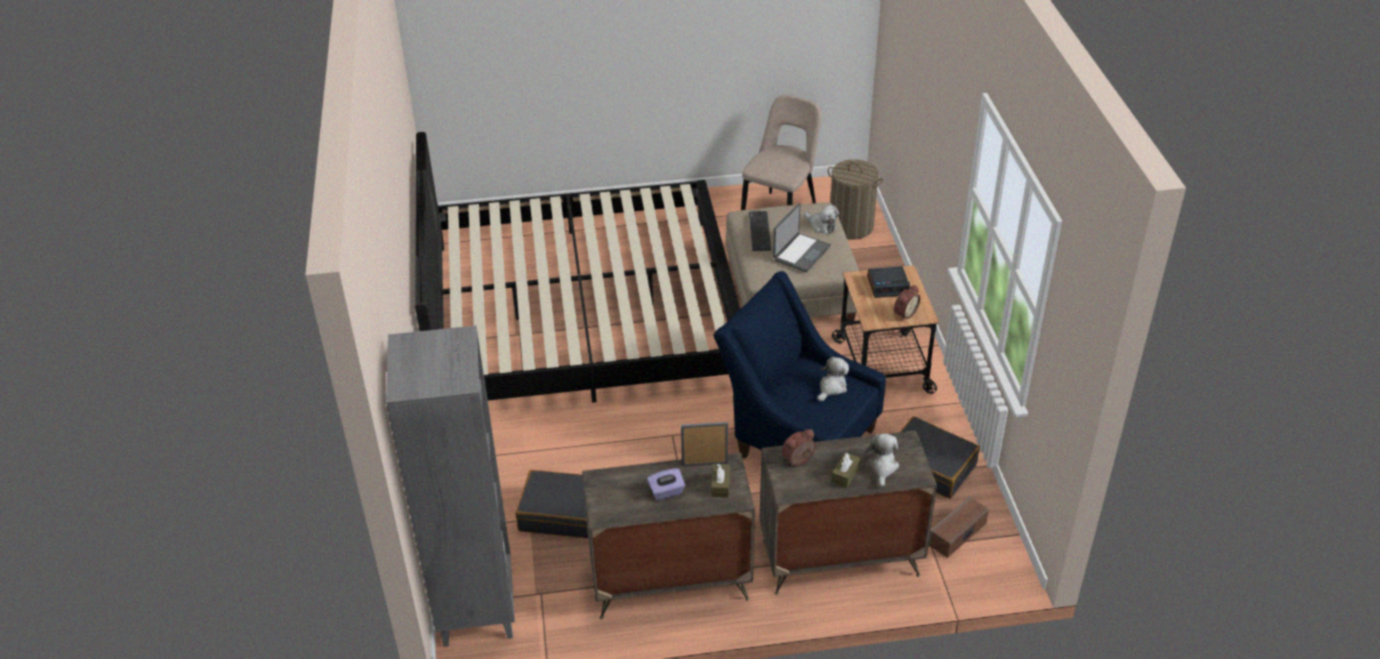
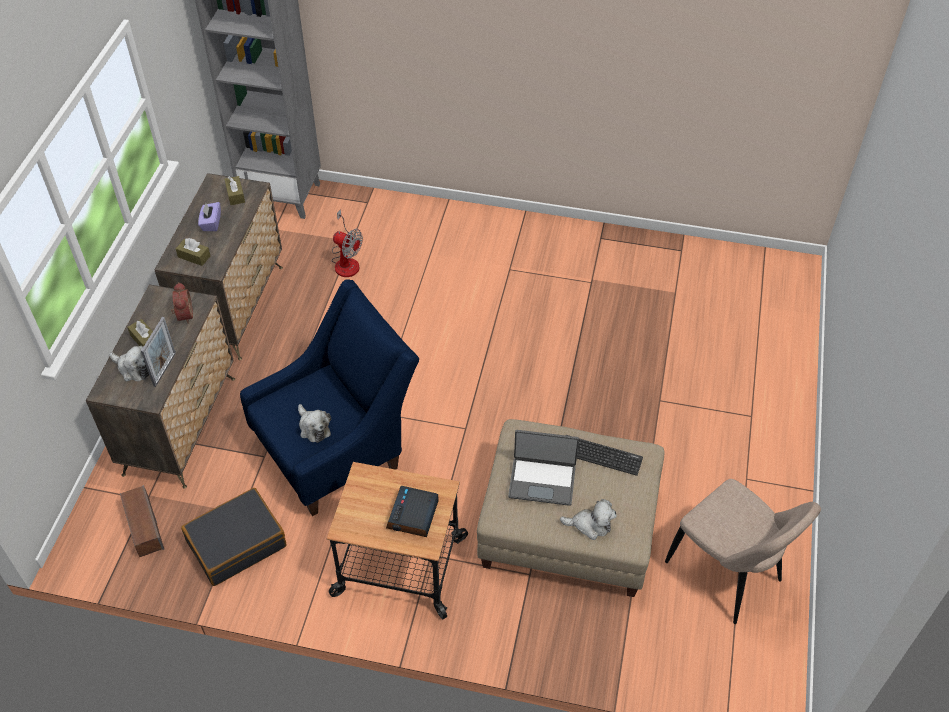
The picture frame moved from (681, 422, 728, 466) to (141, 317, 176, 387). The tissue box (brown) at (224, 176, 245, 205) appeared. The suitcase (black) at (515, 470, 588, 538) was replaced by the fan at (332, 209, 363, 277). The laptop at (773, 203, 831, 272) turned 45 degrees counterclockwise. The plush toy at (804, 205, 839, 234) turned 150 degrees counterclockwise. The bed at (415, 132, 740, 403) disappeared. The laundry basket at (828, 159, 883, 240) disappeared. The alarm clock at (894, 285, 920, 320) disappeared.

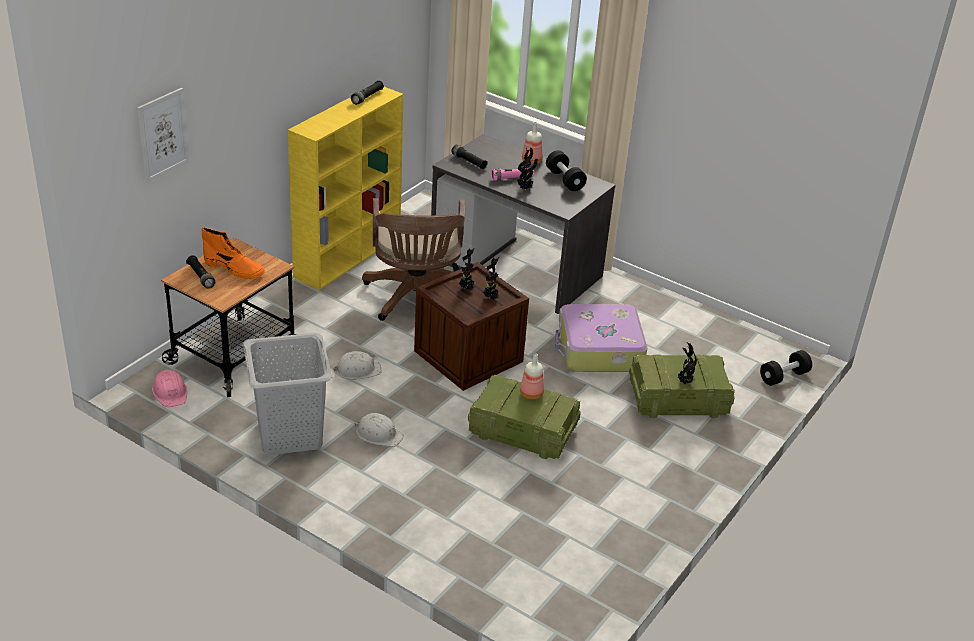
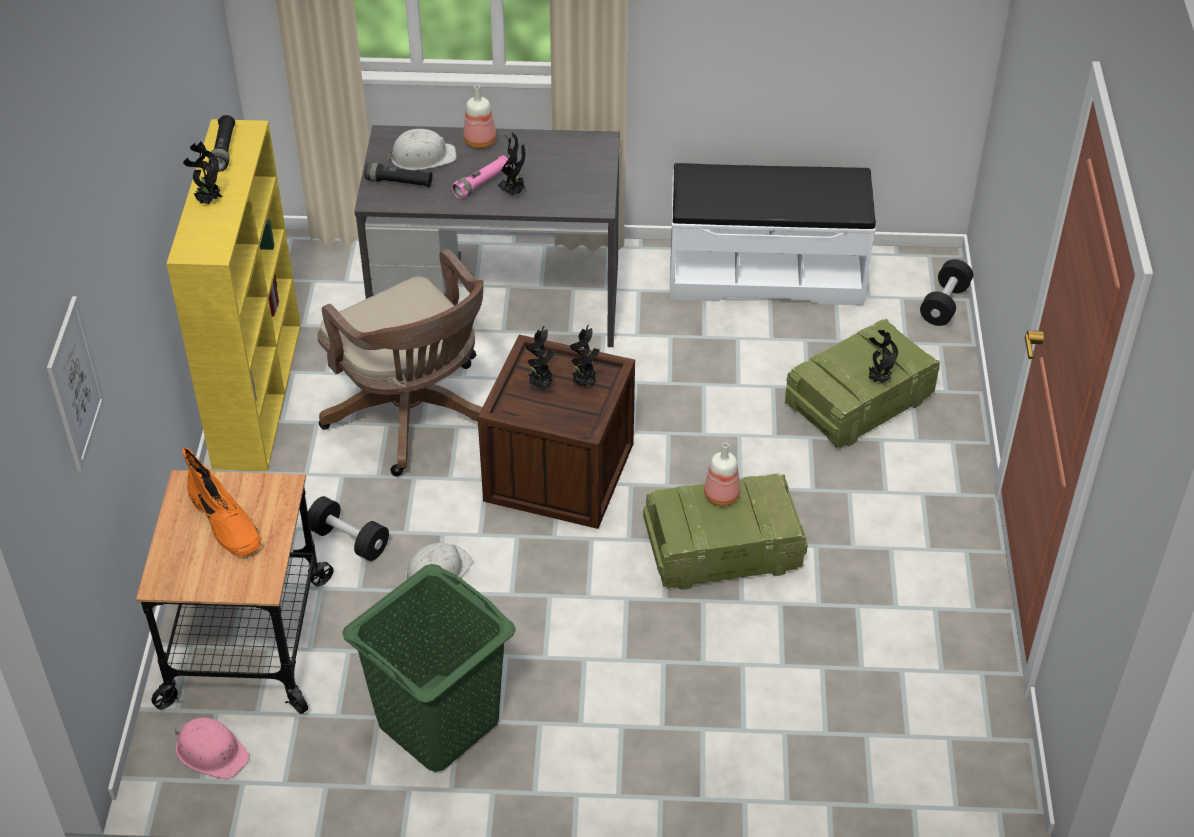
The boot (orange) at (201, 227, 265, 279) turned 60 degrees clockwise. The potted plant at (183, 142, 223, 204) appeared. The dumbbell (black) moved from (546, 150, 587, 191) to (308, 496, 389, 561). The laundry basket (grey) at (243, 333, 332, 455) became the laundry basket (green) at (342, 564, 516, 772). The hard hat (white) moved from (354, 413, 404, 447) to (386, 129, 456, 170). The bench (white) at (670, 163, 876, 306) appeared. The flashlight (black) at (186, 255, 215, 288) disappeared. The suitcase at (555, 304, 647, 372) disappeared.

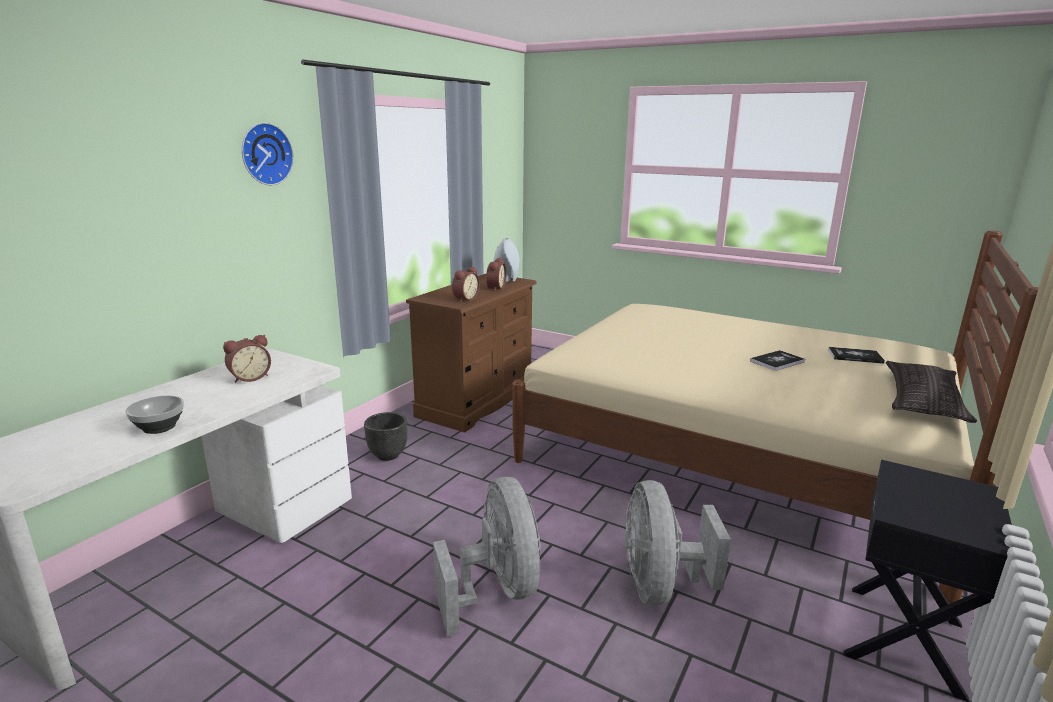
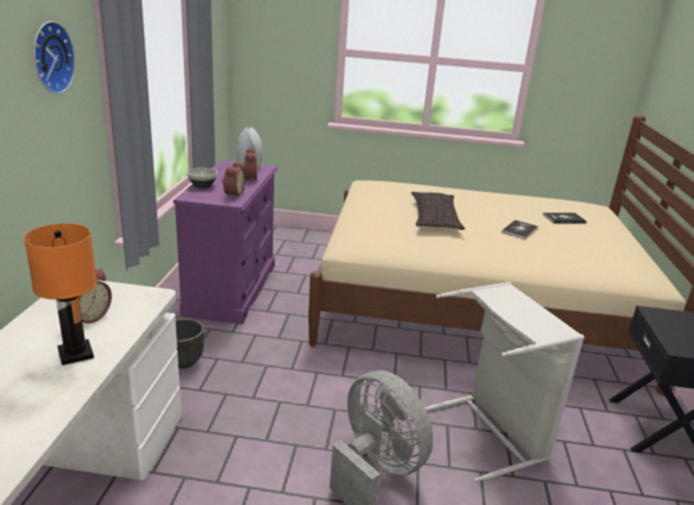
The table lamp (orange) at (24, 223, 97, 365) appeared. The dresser (brown) at (406, 273, 537, 433) became the dresser (purple) at (173, 160, 278, 324). The bowl moved from (125, 395, 184, 434) to (187, 168, 218, 189). The pillow moved from (886, 361, 977, 423) to (411, 192, 465, 230). The fan (grey) at (625, 480, 731, 606) was replaced by the laundry basket (grey) at (425, 282, 584, 482).

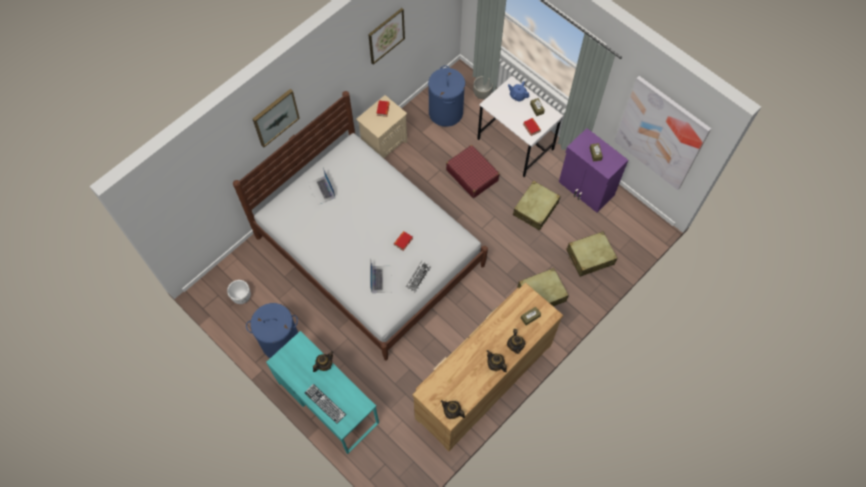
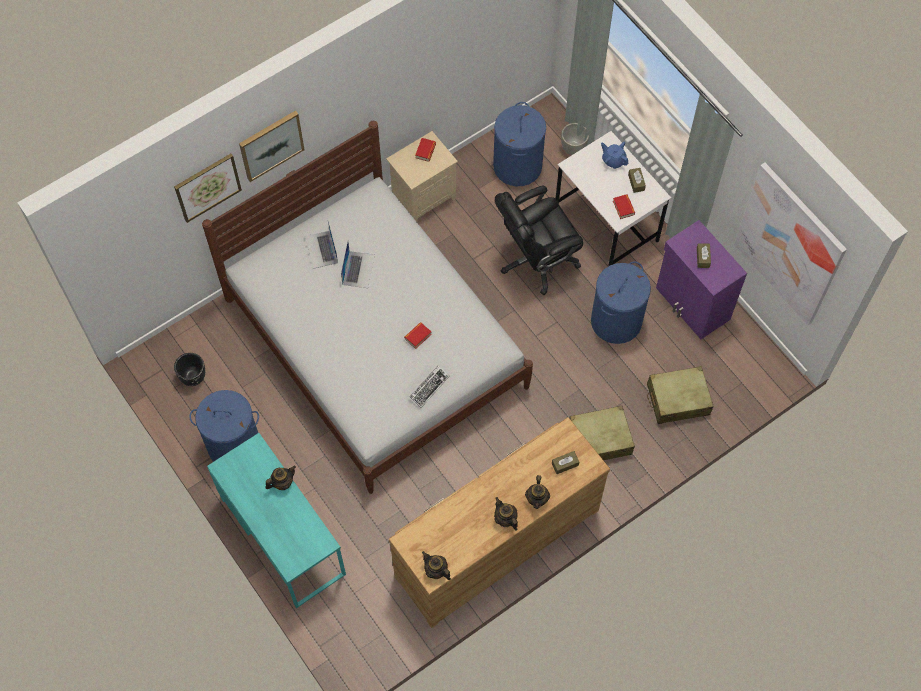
The picture moved from (368, 8, 405, 65) to (174, 154, 242, 223). The planter (white) at (227, 280, 251, 304) became the planter (black) at (174, 353, 205, 386). The laptop moved from (371, 263, 392, 293) to (341, 241, 375, 288). The suitcase (red) at (446, 145, 500, 198) was replaced by the office chair (black) at (495, 185, 583, 295). The suitcase (beige) at (513, 181, 560, 231) was replaced by the laundry basket (blue) at (591, 261, 651, 344). The keyboard at (304, 384, 346, 424) disappeared.

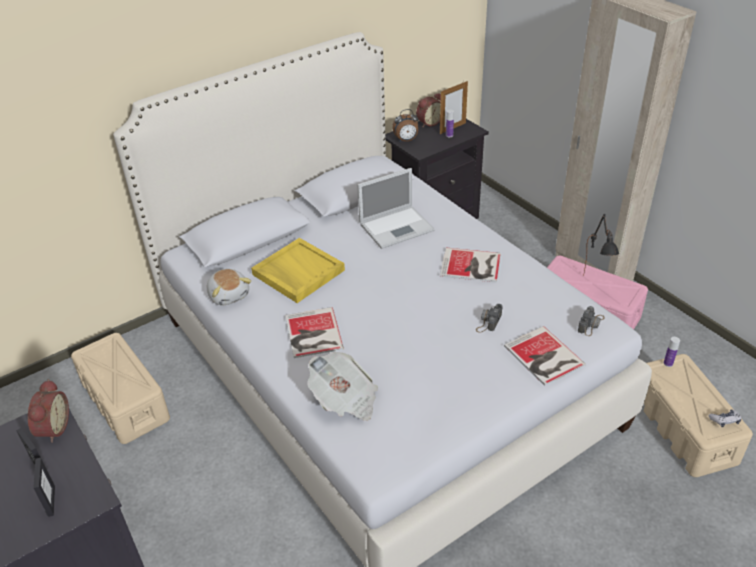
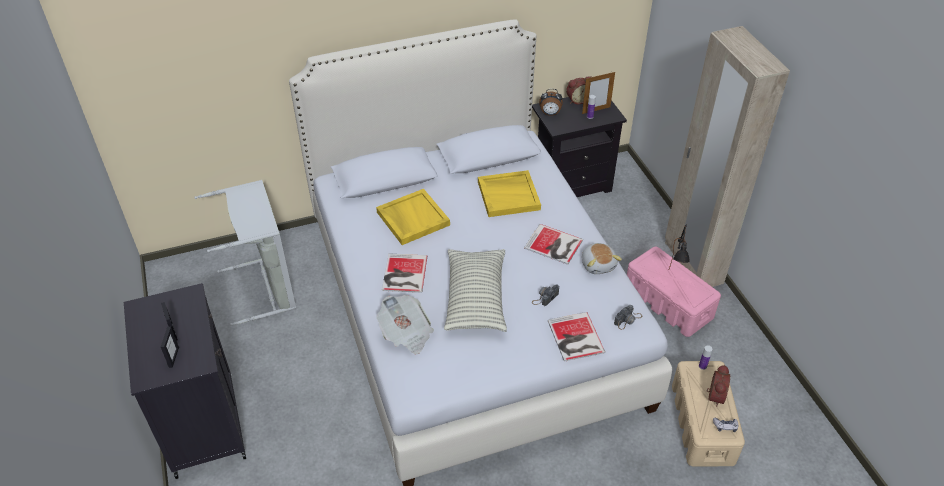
The storage box (beige) at (71, 333, 170, 444) was replaced by the laundry basket (grey) at (194, 180, 296, 326). The pillow at (444, 249, 507, 332) appeared. The laptop at (357, 168, 434, 249) was replaced by the tray (yellow) at (478, 170, 541, 217). The plush toy moved from (207, 269, 251, 305) to (582, 243, 622, 274). The alarm clock moved from (28, 379, 69, 443) to (707, 365, 730, 406).

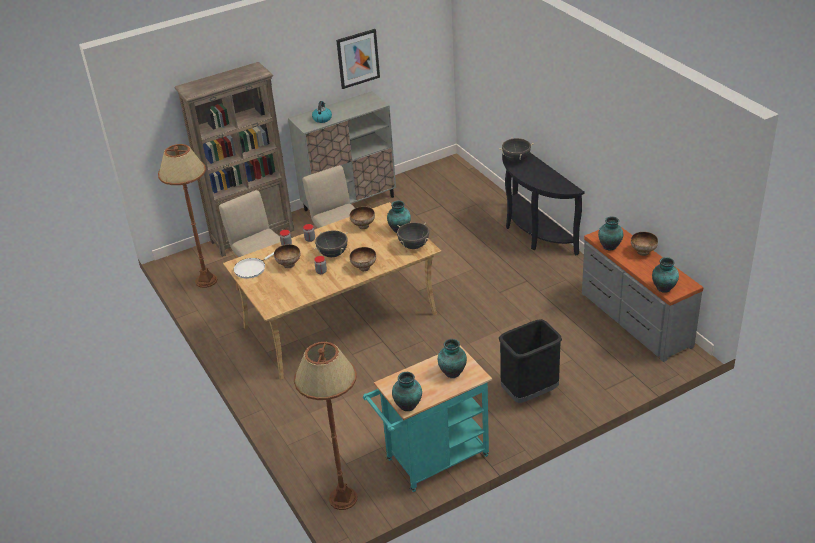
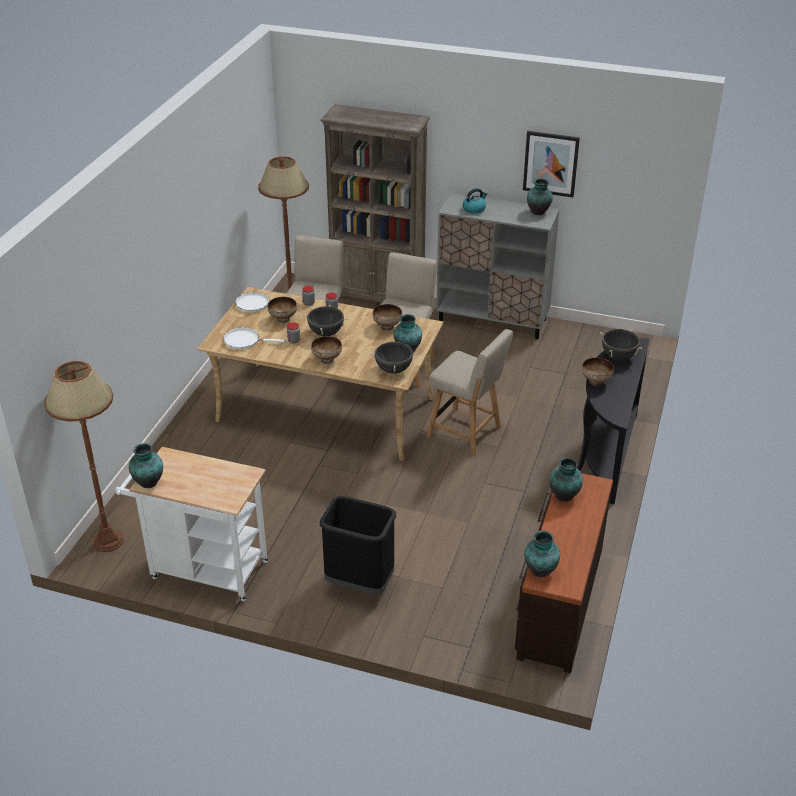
The cart (turquoise) at (363, 345, 492, 492) became the cart (white) at (115, 447, 268, 602). The frying pan (white) at (223, 327, 285, 349) appeared. The chair (beige) at (427, 329, 513, 456) appeared. The dresser (grey) at (582, 226, 704, 362) became the dresser (brown) at (515, 473, 613, 673). The vase moved from (438, 339, 467, 378) to (527, 178, 553, 215). The bowl moved from (631, 232, 658, 256) to (582, 357, 614, 386).

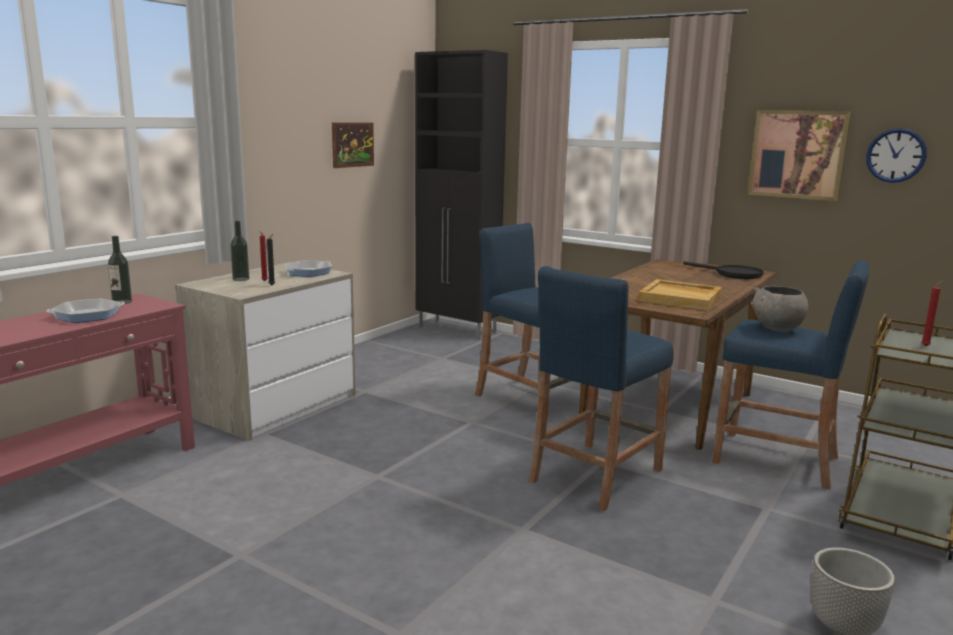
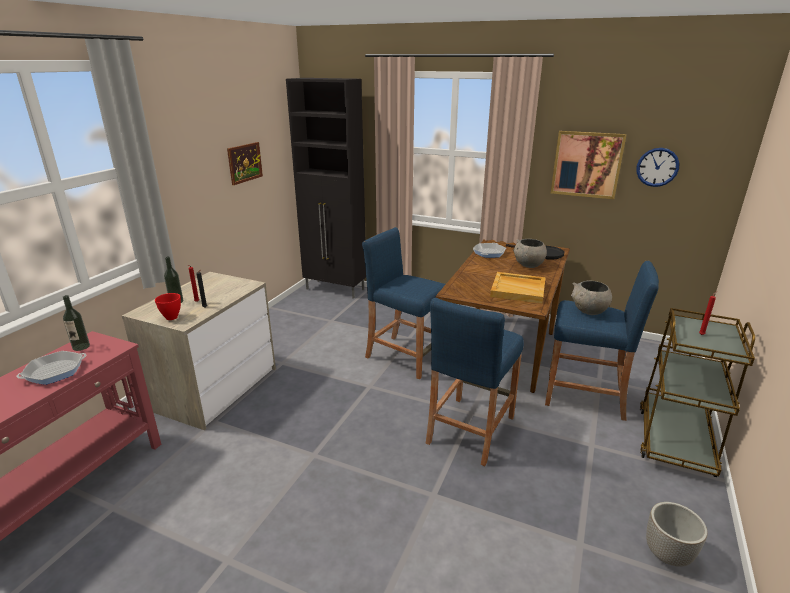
The bowl (red) at (155, 293, 181, 320) appeared. The frying pan moved from (285, 260, 332, 277) to (473, 243, 506, 258). The bowl (grey) at (513, 239, 547, 268) appeared.

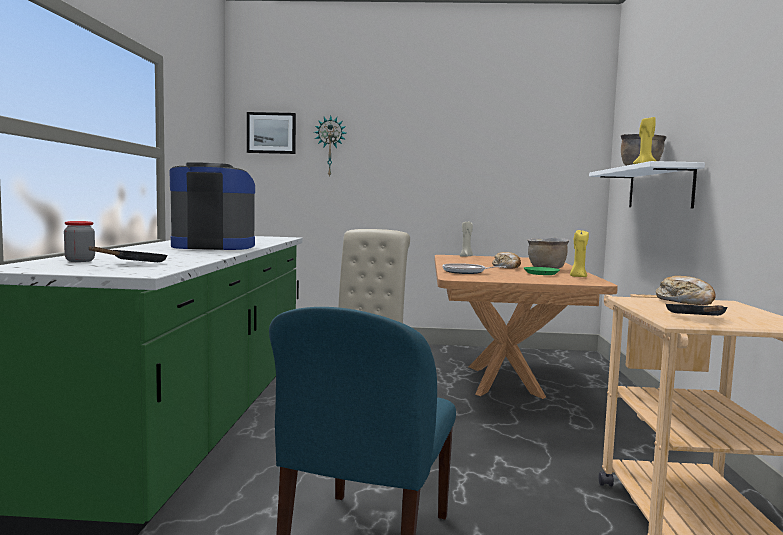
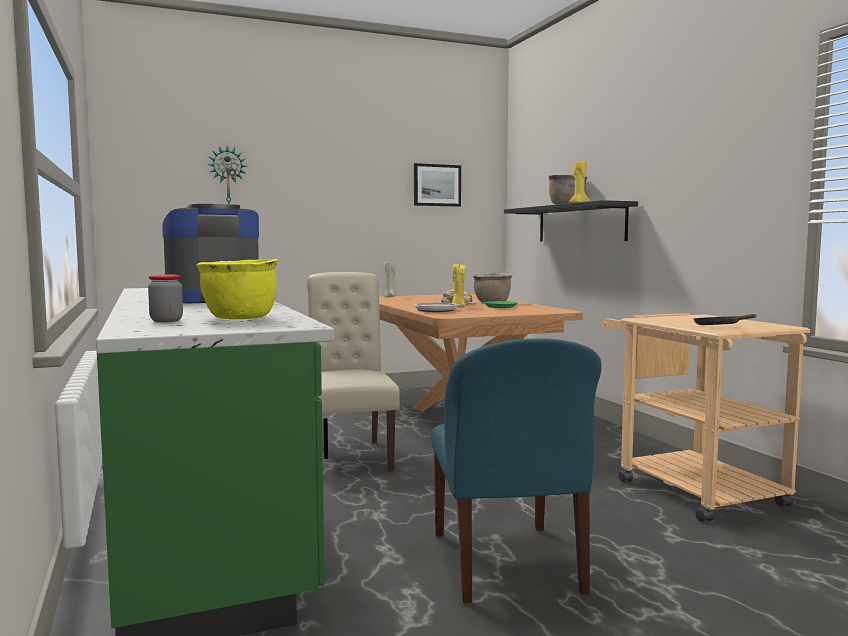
The frying pan (black) at (89, 246, 167, 262) was replaced by the cooking pot (yellow) at (196, 259, 278, 319). The picture moved from (247, 112, 296, 154) to (414, 163, 461, 207). The candle (yellow) moved from (570, 230, 589, 277) to (452, 264, 466, 307). The shelf (white) at (589, 161, 705, 209) became the shelf (black) at (504, 200, 638, 241). The bread at (656, 276, 716, 305) disappeared.

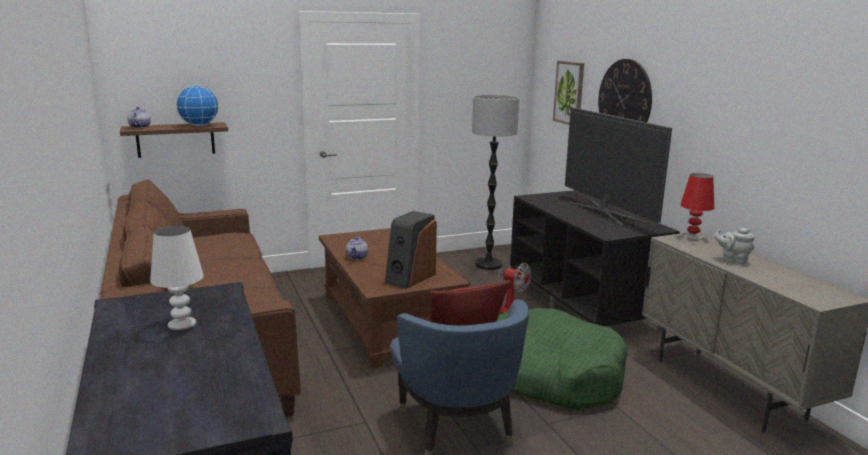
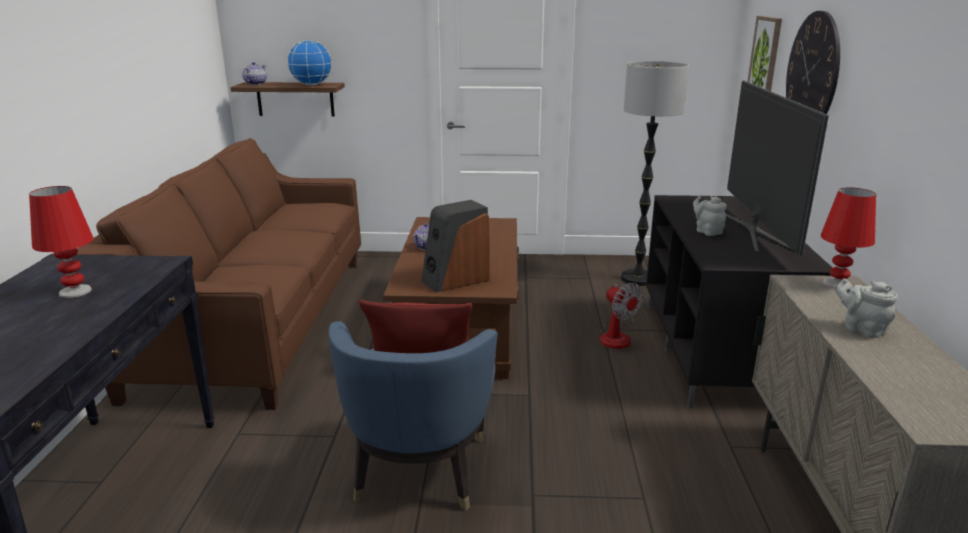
The table lamp (white) at (150, 226, 203, 330) became the table lamp (red) at (29, 186, 94, 298). The teapot (grey) at (693, 196, 727, 236) appeared. The dog bed (green) at (497, 308, 628, 410) disappeared.

